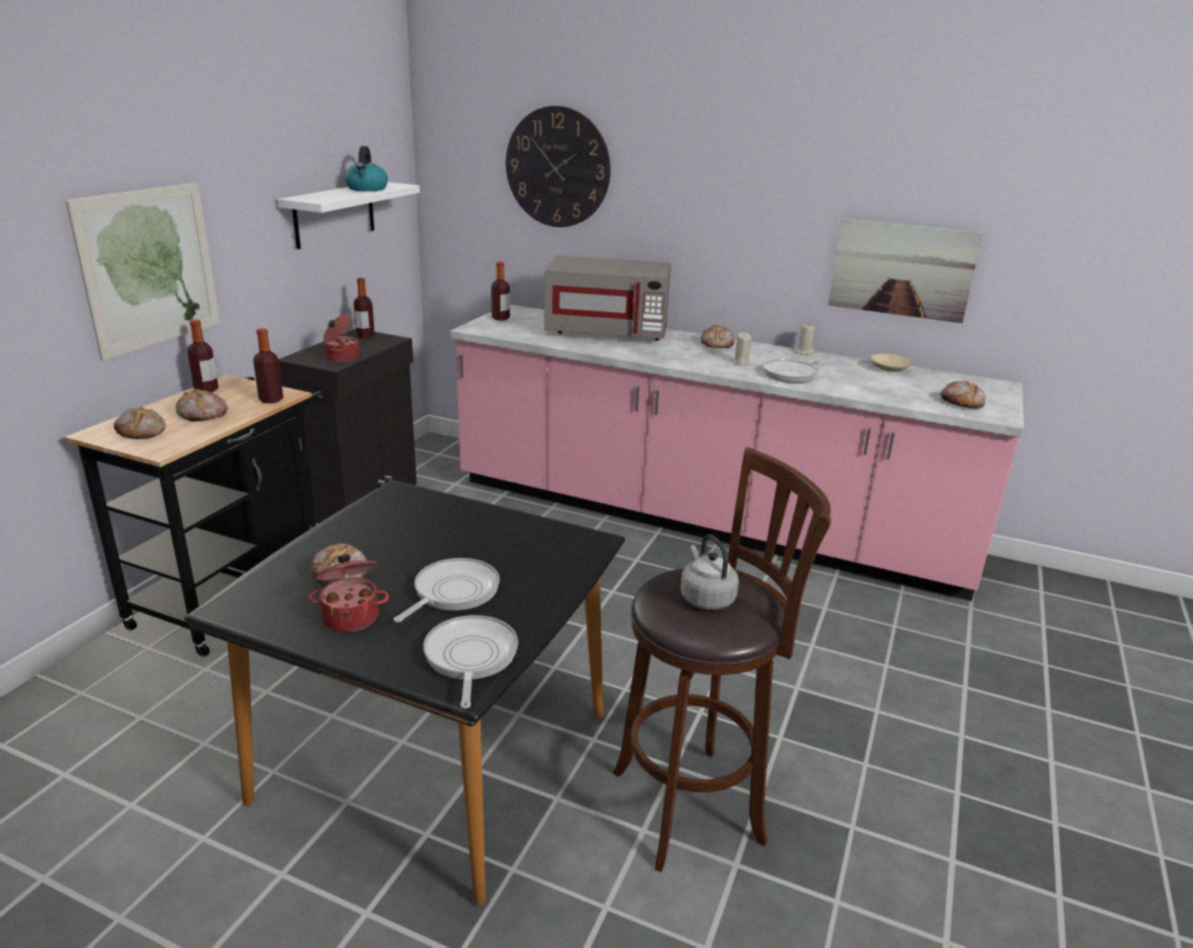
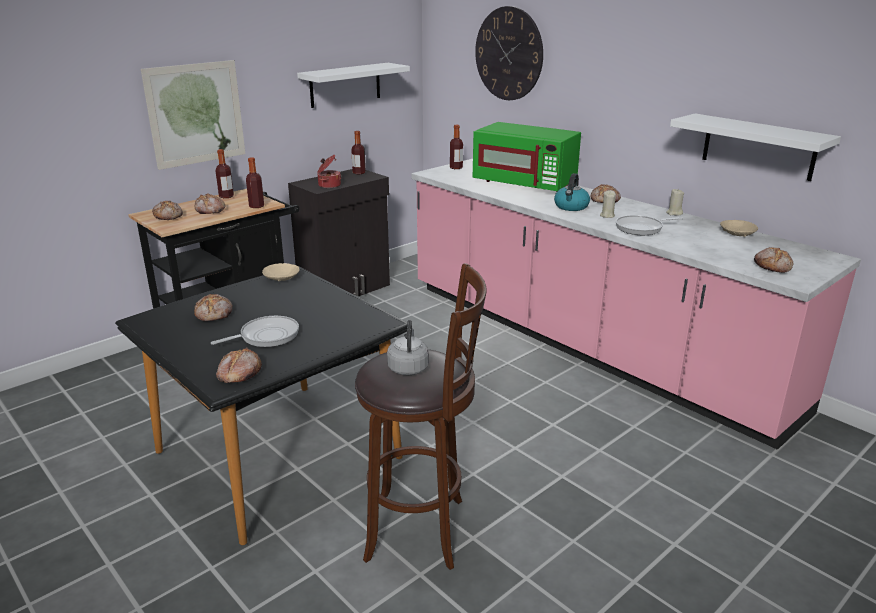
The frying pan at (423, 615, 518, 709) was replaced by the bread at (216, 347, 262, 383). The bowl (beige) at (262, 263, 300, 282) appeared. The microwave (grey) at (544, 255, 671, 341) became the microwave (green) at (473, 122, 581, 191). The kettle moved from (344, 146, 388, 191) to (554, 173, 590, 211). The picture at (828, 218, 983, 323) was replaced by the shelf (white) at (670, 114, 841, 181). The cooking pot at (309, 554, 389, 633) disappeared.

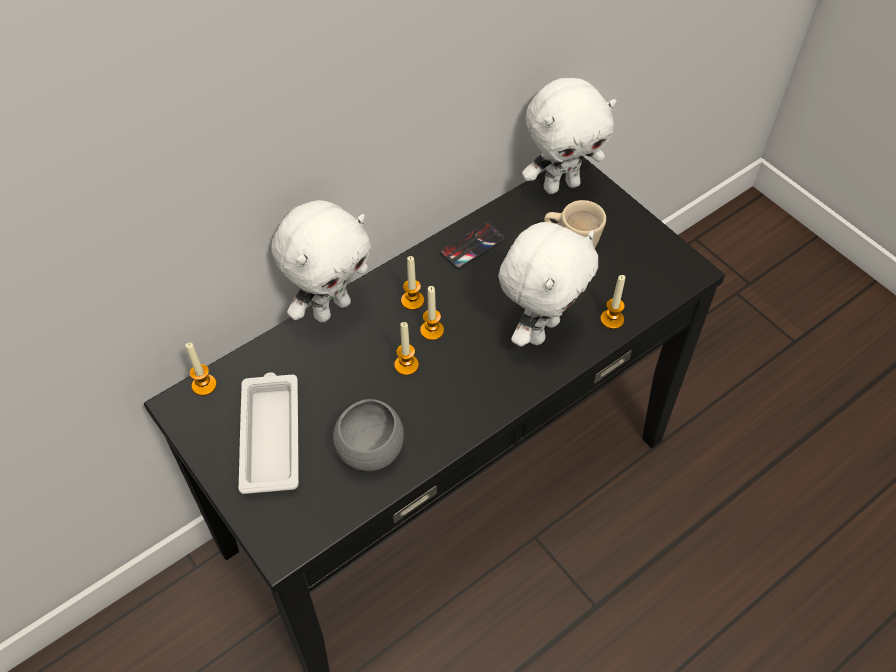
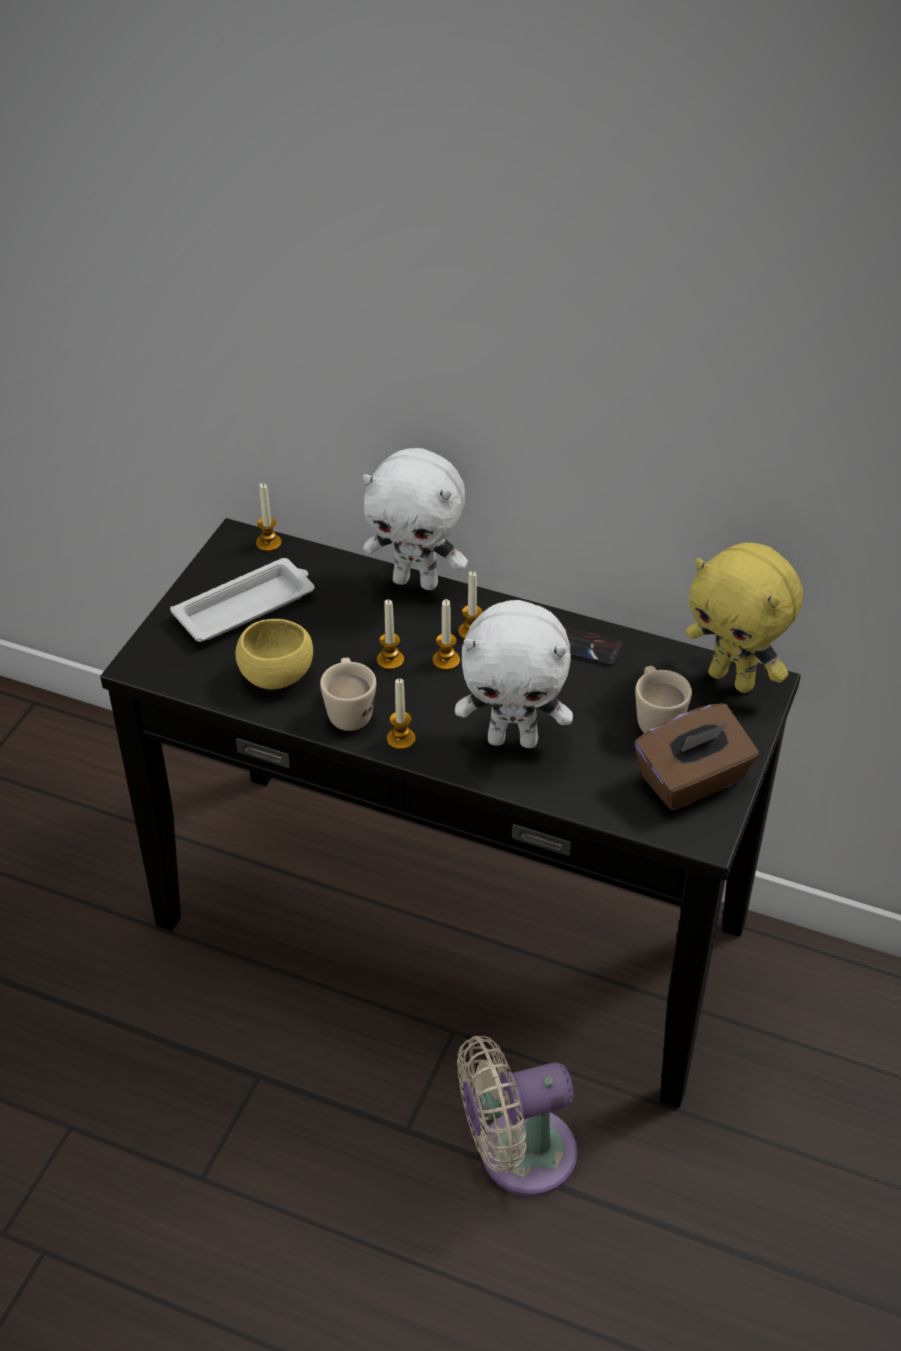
The bowl (grey) at (333, 399, 404, 471) became the bowl (yellow) at (235, 619, 313, 689). The mug (beige) at (320, 658, 376, 731) appeared. The candle moved from (600, 275, 625, 329) to (387, 679, 416, 750). The fan (beige) at (457, 1036, 577, 1197) appeared. The tissue box (brown) at (634, 703, 759, 810) appeared. The plush toy (white) at (522, 78, 616, 194) became the plush toy (yellow) at (686, 543, 803, 693).

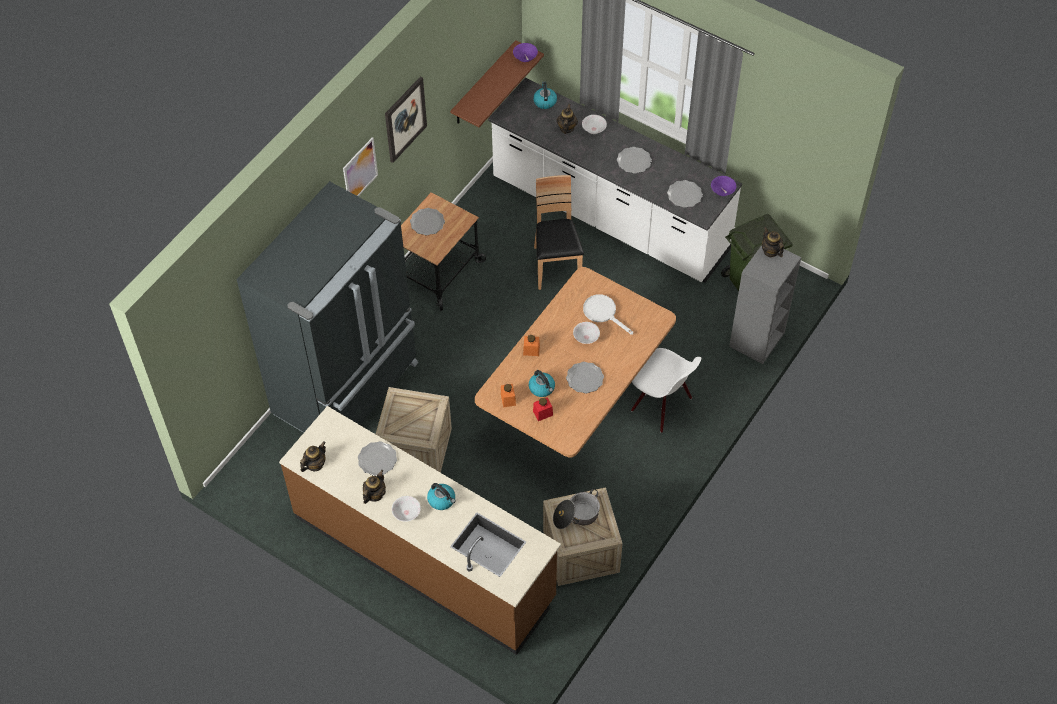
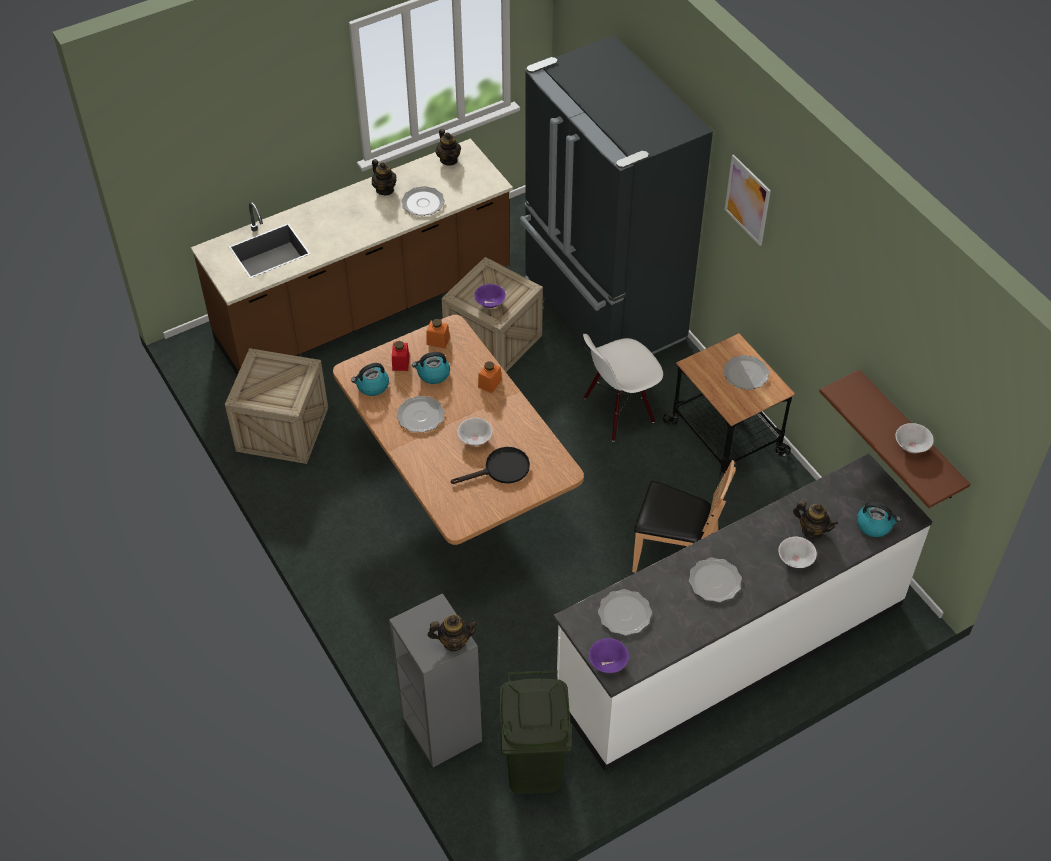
The kettle moved from (427, 483, 455, 510) to (351, 363, 389, 396). The frying pan (white) at (583, 294, 633, 335) became the frying pan (black) at (451, 447, 530, 484). The bowl (purple) moved from (513, 43, 538, 62) to (474, 284, 506, 308). The chair (white) moved from (631, 348, 701, 433) to (583, 334, 663, 442). The bowl (white) moved from (392, 496, 421, 522) to (895, 423, 934, 453). The picture at (385, 76, 427, 163) disappeared. The cooking pot at (553, 489, 600, 529) disappeared.

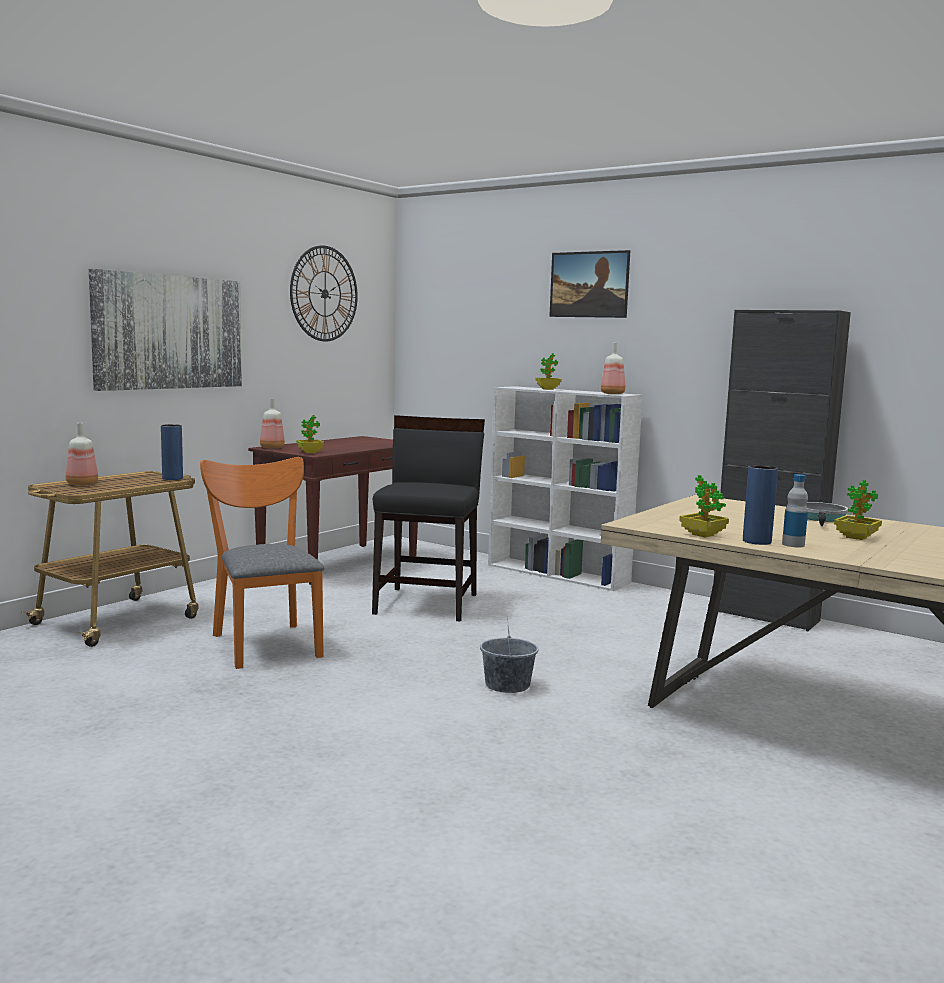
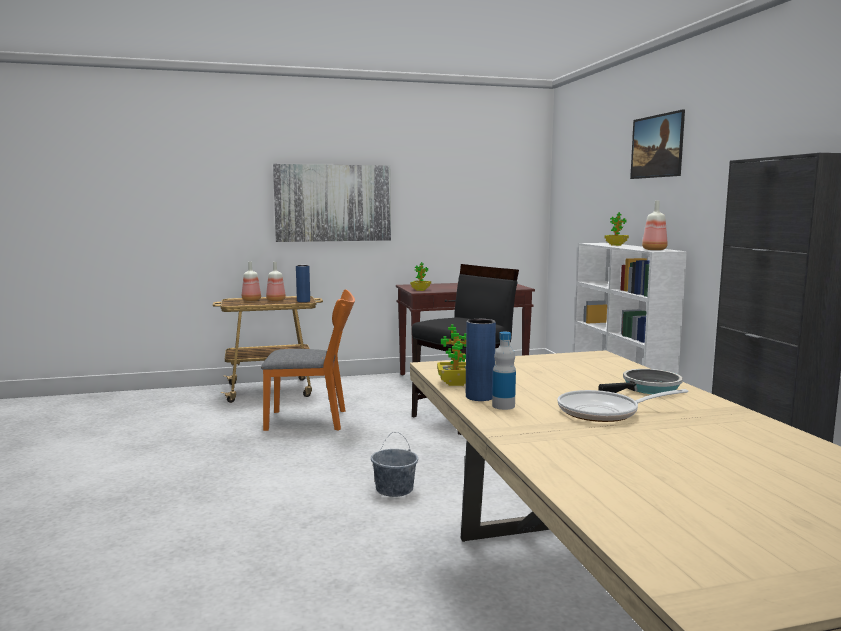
The chair (orange) at (200, 457, 324, 669) turned 75 degrees clockwise. The bottle moved from (260, 398, 285, 449) to (266, 262, 286, 301). The potted plant at (834, 480, 882, 540) was replaced by the frying pan at (557, 389, 688, 422). The wall clock at (290, 245, 358, 342) disappeared.

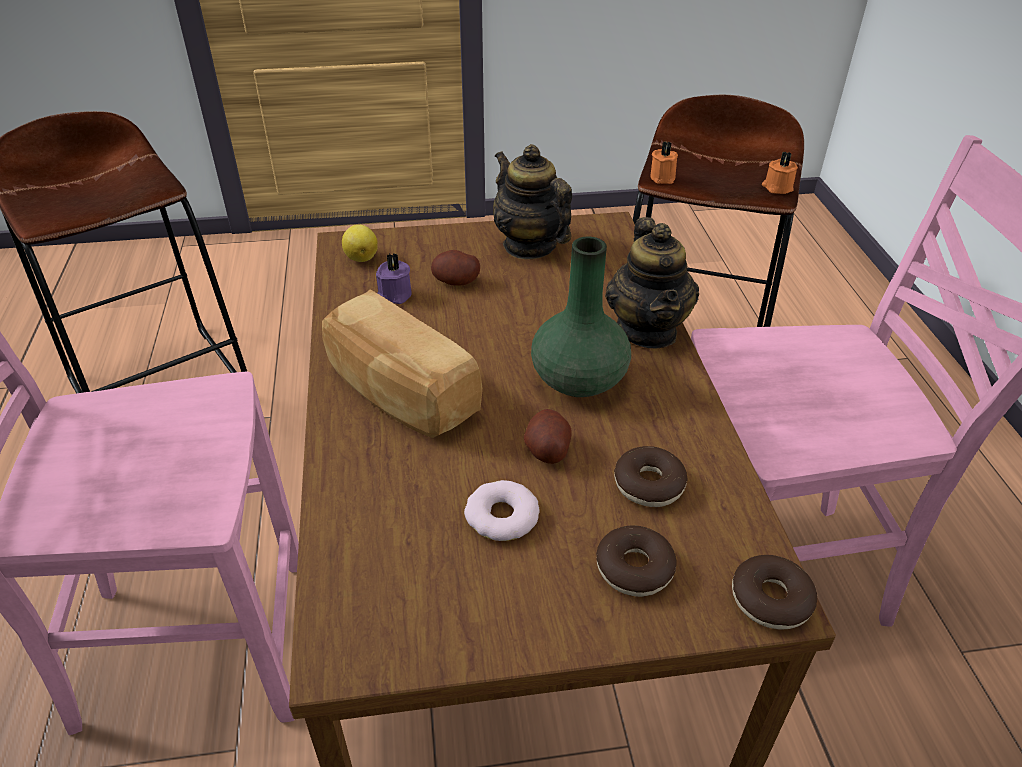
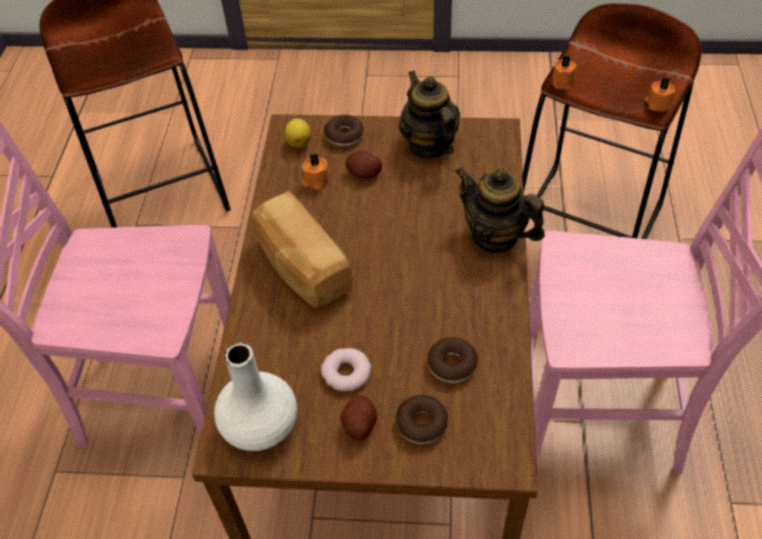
The vase (white) at (214, 343, 297, 451) appeared. The candle (purple) at (376, 253, 411, 304) became the candle (orange) at (302, 154, 329, 190). The donut moved from (732, 555, 817, 629) to (324, 115, 364, 146). The potato moved from (524, 409, 571, 464) to (340, 395, 377, 441). The teapot at (605, 217, 699, 349) turned 120 degrees clockwise. The vase (green) at (531, 237, 631, 397) disappeared.

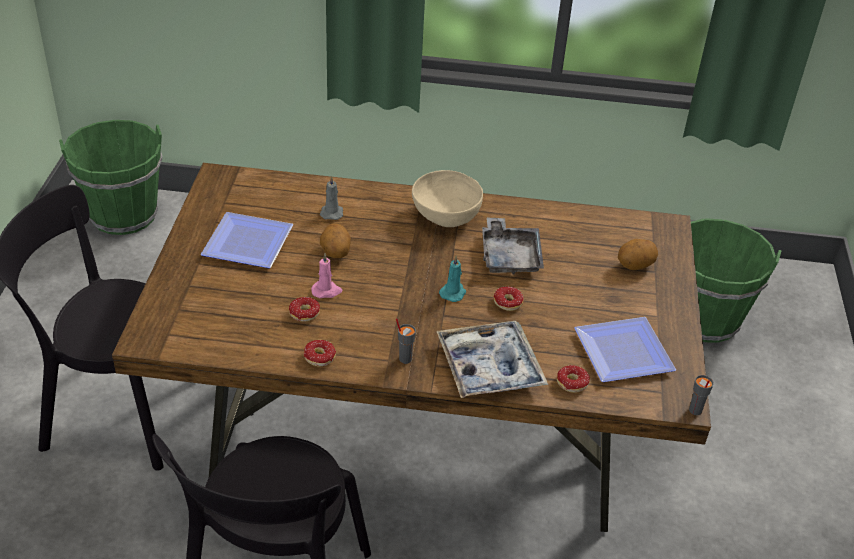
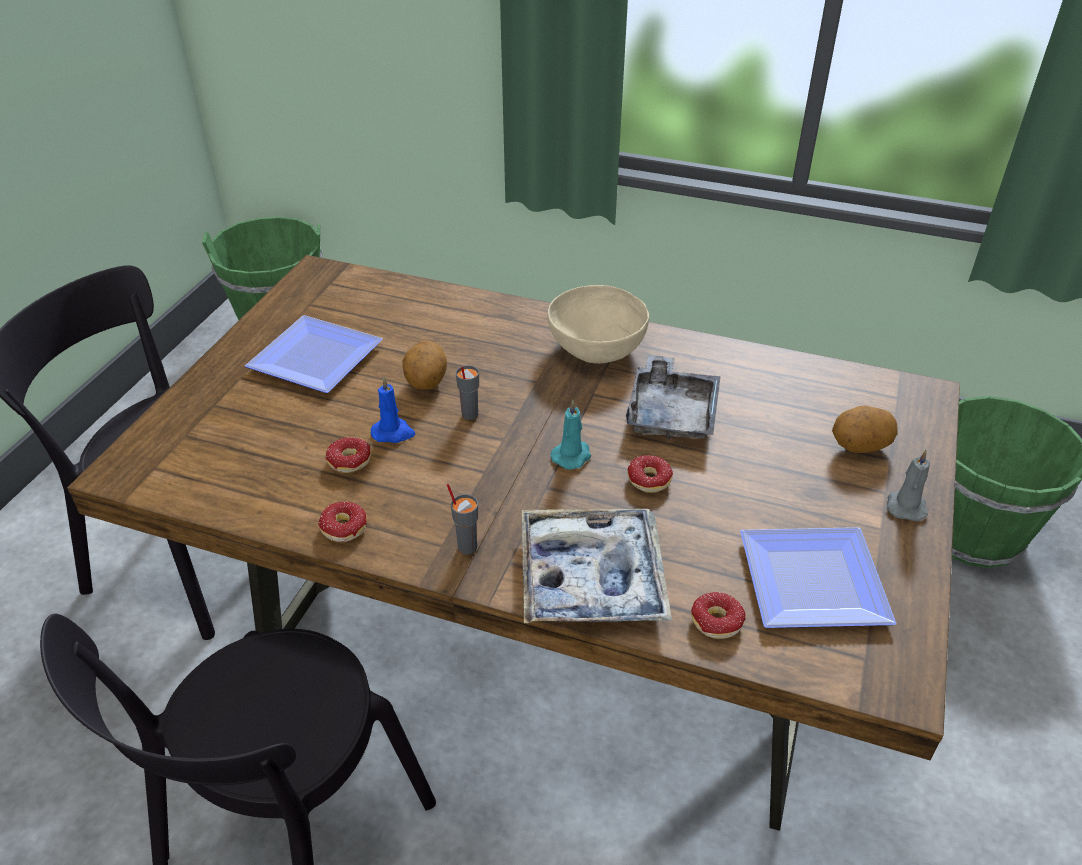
The candle (pink) at (311, 253, 342, 298) became the candle (blue) at (371, 376, 415, 443). The cup (grey) moved from (689, 375, 714, 415) to (456, 365, 479, 420). The candle (grey) moved from (320, 176, 343, 220) to (887, 450, 930, 522).

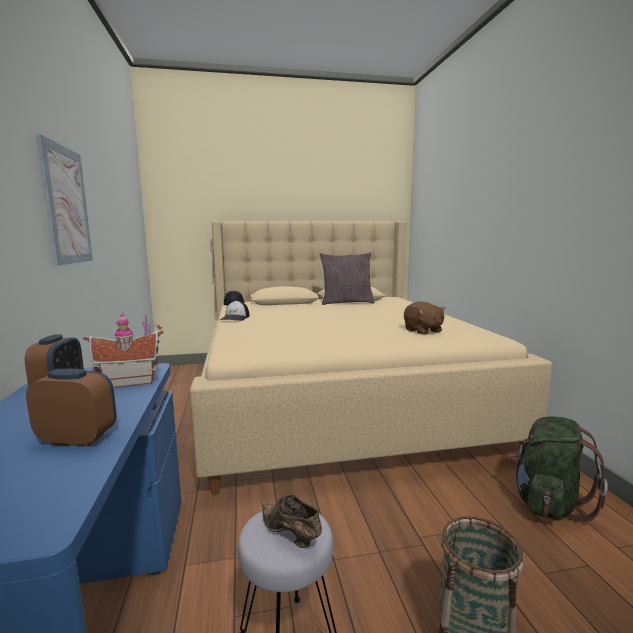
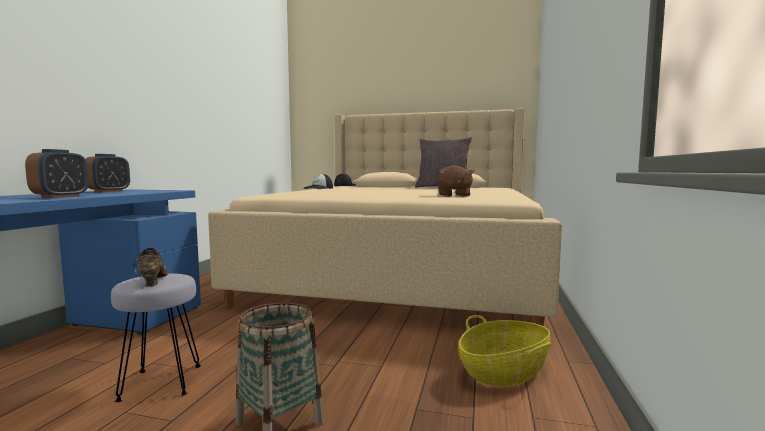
The alarm clock at (26, 369, 116, 447) turned 75 degrees clockwise. The backpack (green) at (509, 416, 608, 522) was replaced by the basket at (458, 315, 552, 387). The picture at (36, 134, 93, 266) disappeared. The toy house at (83, 313, 164, 388) disappeared.

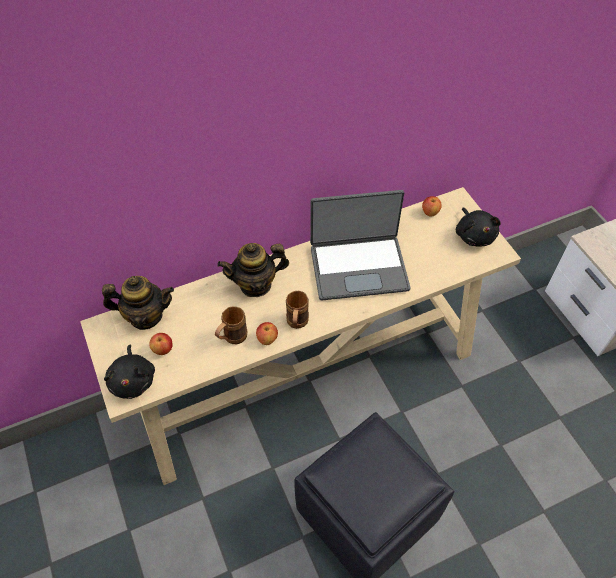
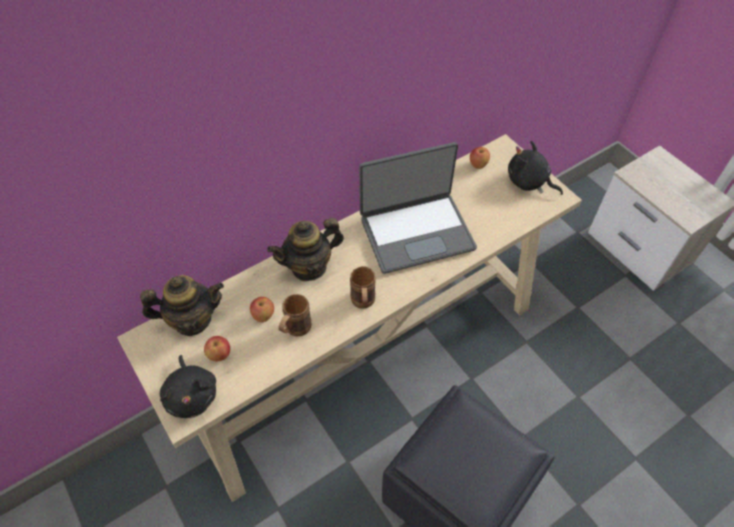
The apple moved from (256, 322, 278, 345) to (250, 297, 274, 322). The plush toy (black) at (456, 207, 501, 247) turned 150 degrees clockwise.

